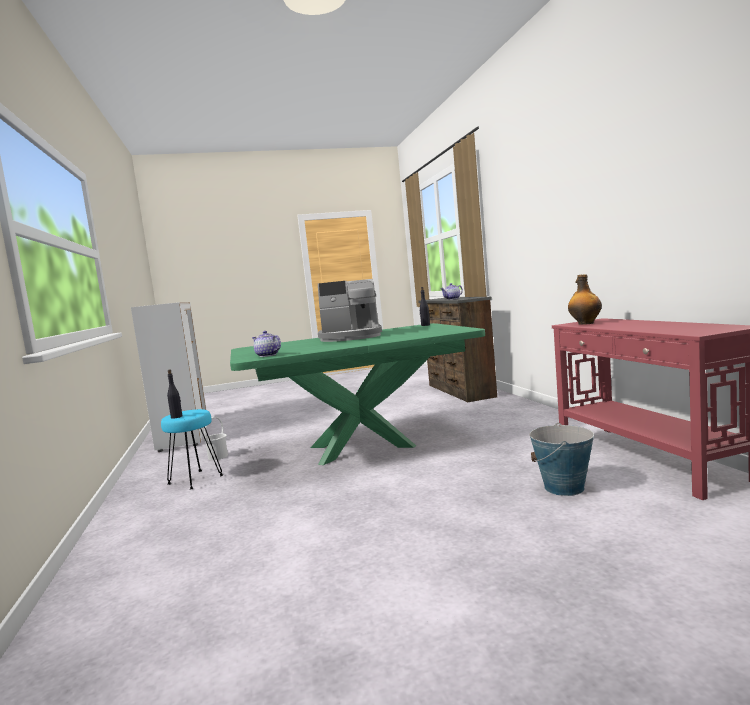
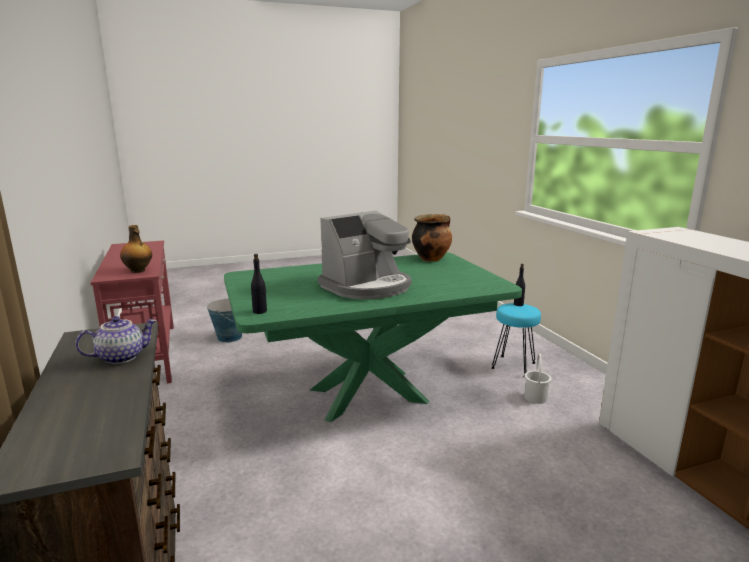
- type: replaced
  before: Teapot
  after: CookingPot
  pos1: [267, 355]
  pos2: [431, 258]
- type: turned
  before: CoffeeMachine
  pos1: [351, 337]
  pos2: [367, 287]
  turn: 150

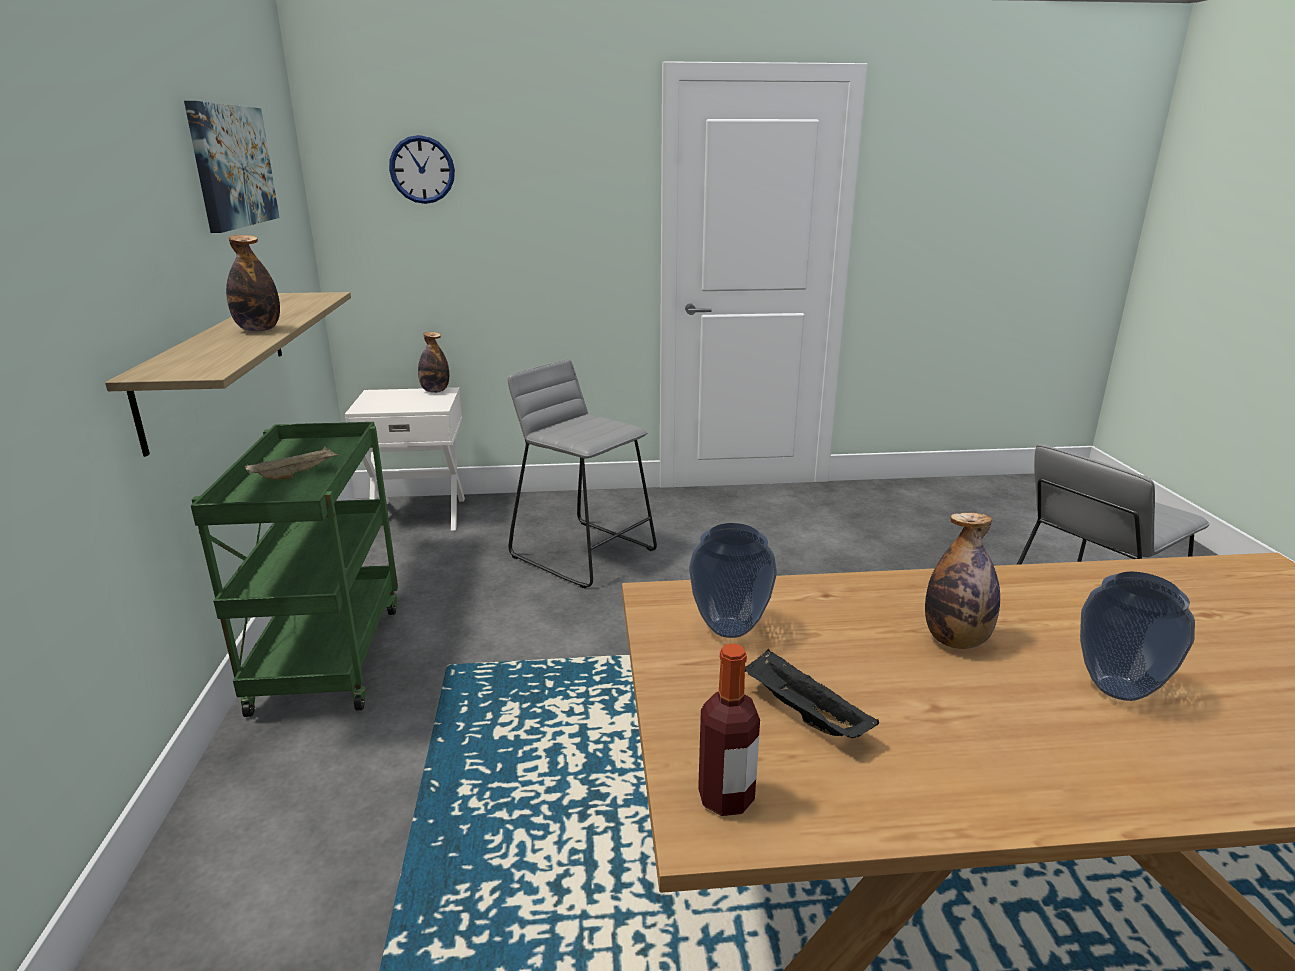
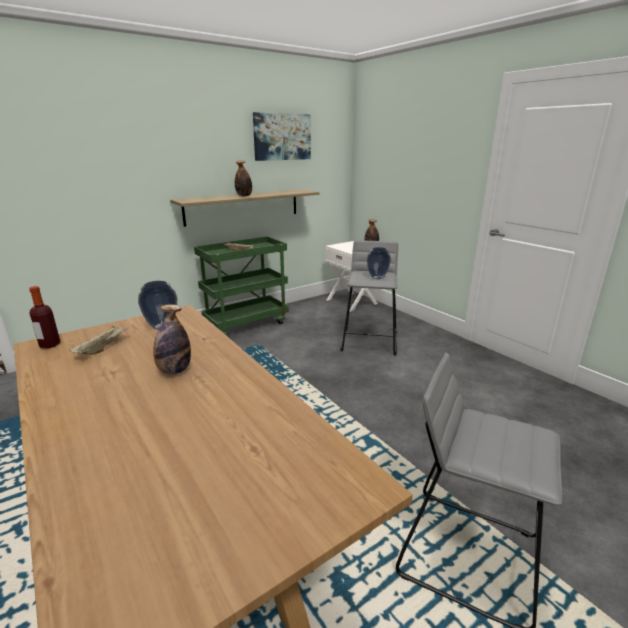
- type: removed
  before: WallClock
  pos1: [422, 169]
- type: moved
  before: Vase
  pos1: [1119, 689]
  pos2: [377, 278]
- type: recoloured
  before: BlackTray
  after: BeigeTray
  pos1: [802, 714]
  pos2: [102, 348]

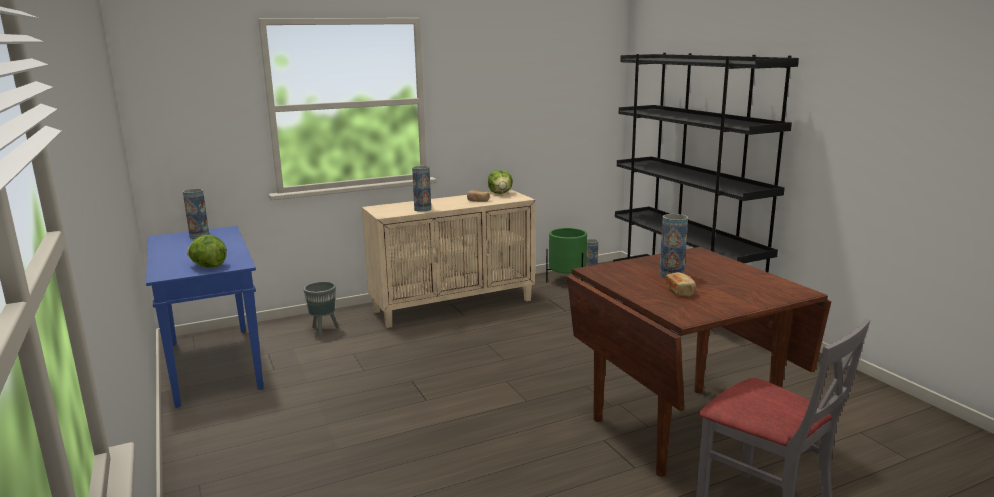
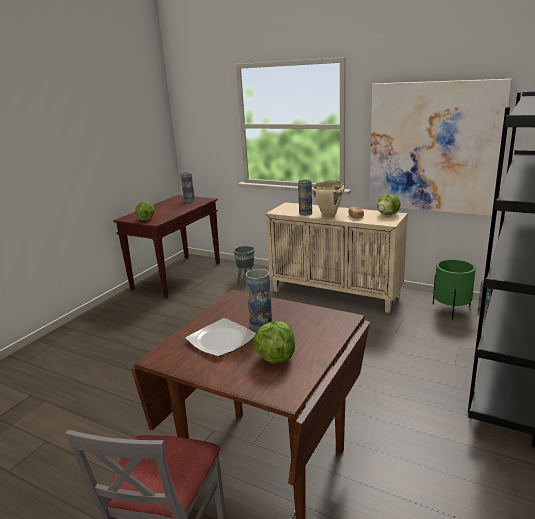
- type: added
  after: Lettuce
  pos2: [275, 357]
- type: added
  after: BeigeCookingPot
  pos2: [329, 216]
- type: added
  after: Picture
  pos2: [434, 147]
- type: replaced
  before: Bread
  after: Plate
  pos1: [681, 291]
  pos2: [221, 340]
- type: recoloured
  before: BlueConsoleTable
  after: BrownConsoleTable
  pos1: [213, 365]
  pos2: [177, 276]

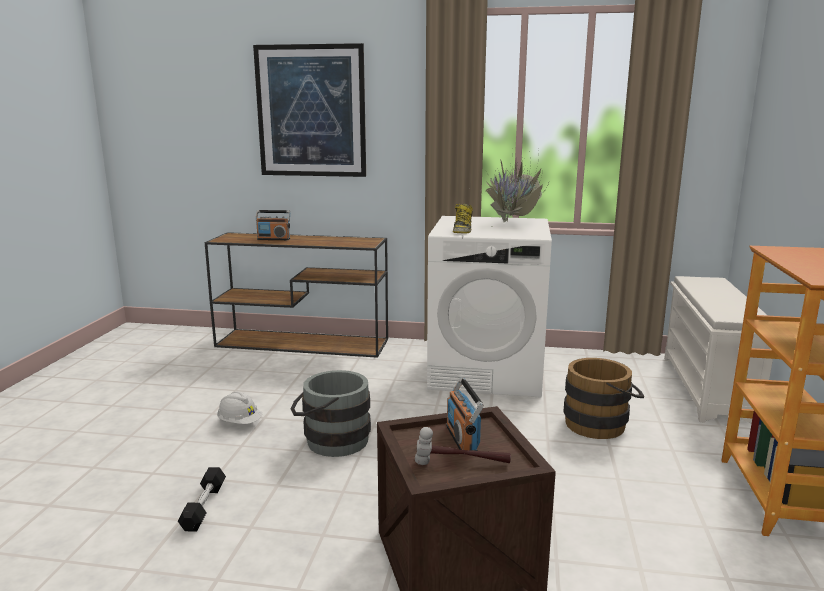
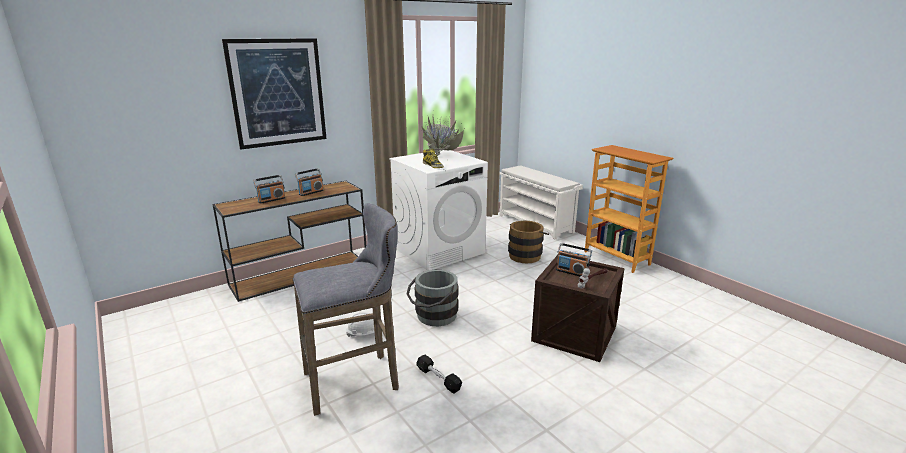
- type: added
  after: GreyStool
  pos2: [356, 380]
- type: added
  after: Radio
  pos2: [311, 192]

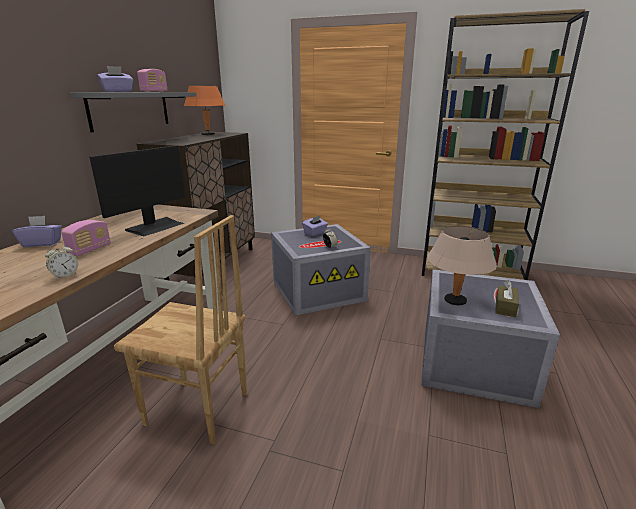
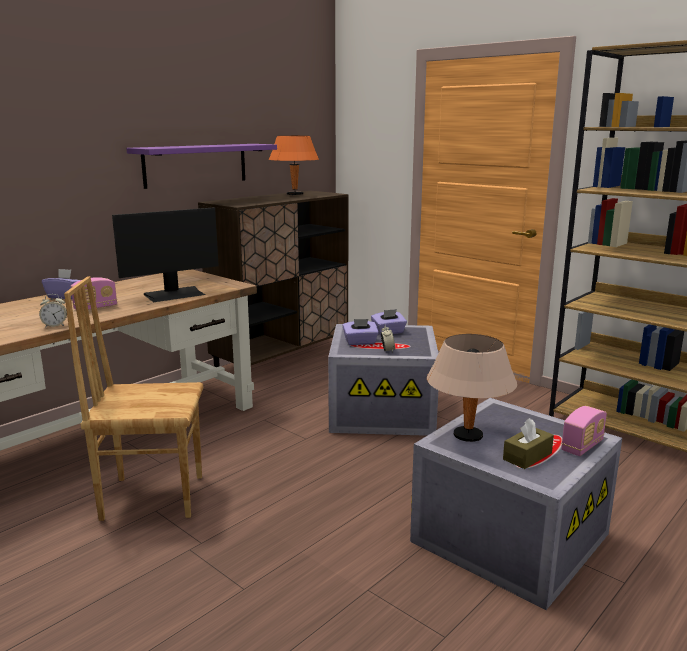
- type: moved
  before: PurpleTissueBox
  pos1: [118, 91]
  pos2: [360, 342]
- type: moved
  before: Radio
  pos1: [154, 91]
  pos2: [582, 446]
- type: recoloured
  before: GreyShelf
  after: PurpleShelf
  pos1: [130, 110]
  pos2: [196, 165]
- type: turned
  before: BrownChair
  pos1: [197, 410]
  pos2: [152, 496]
  turn: 135

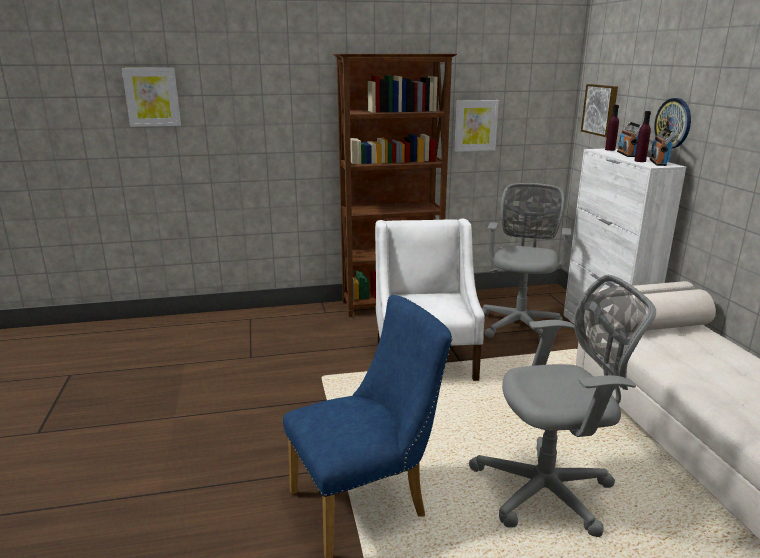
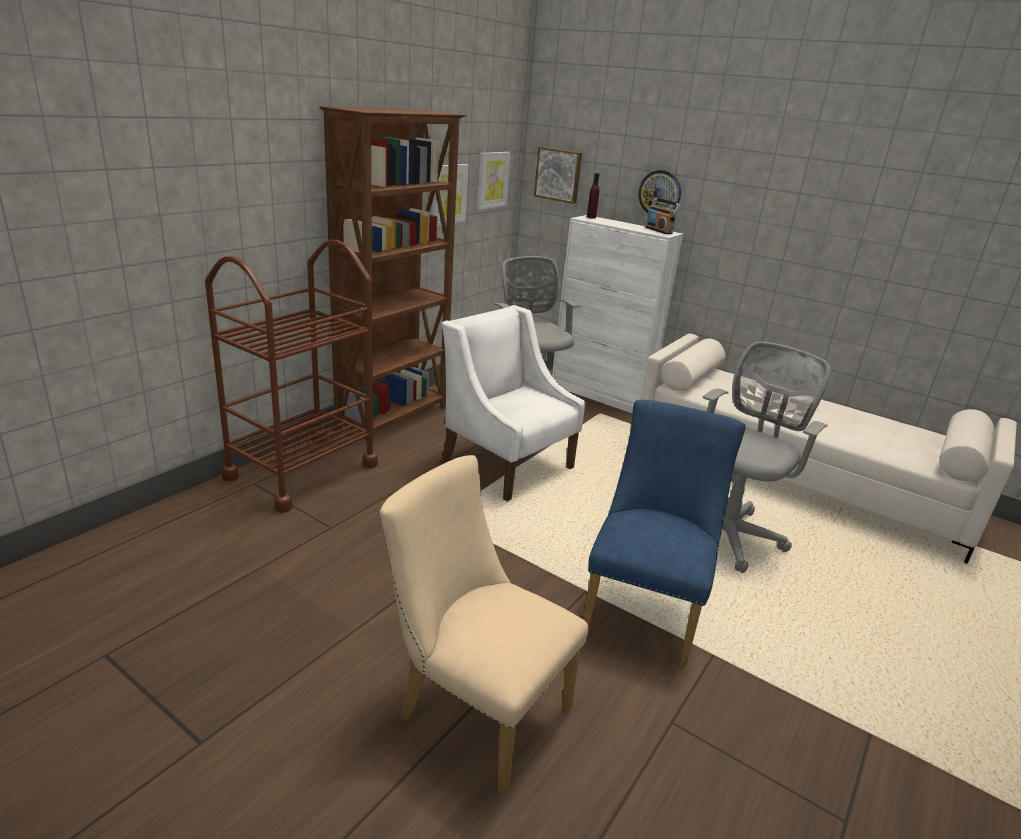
- type: removed
  before: Radio
  pos1: [627, 154]
- type: removed
  before: PurpleBottle
  pos1: [640, 161]
- type: added
  after: BrownCart
  pos2: [302, 471]
- type: added
  after: BeigeChair
  pos2: [475, 708]
- type: moved
  before: Picture
  pos1: [152, 97]
  pos2: [492, 180]

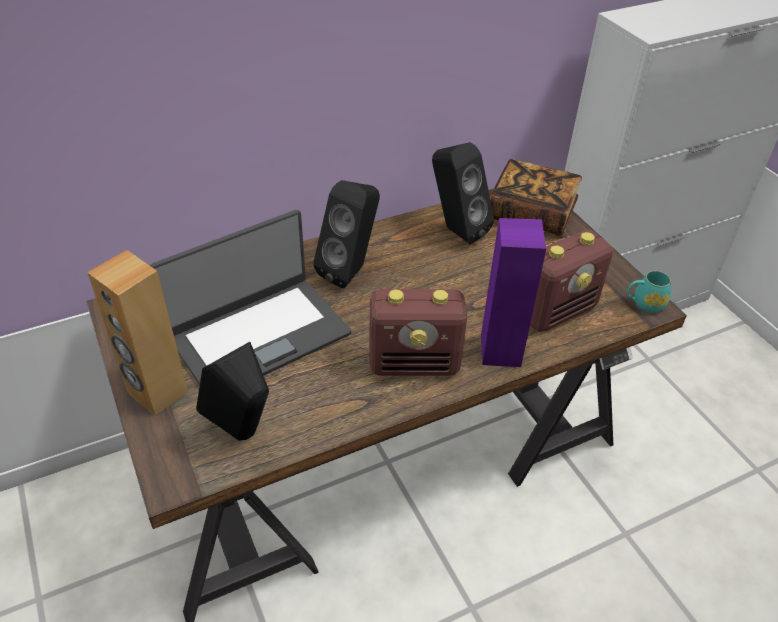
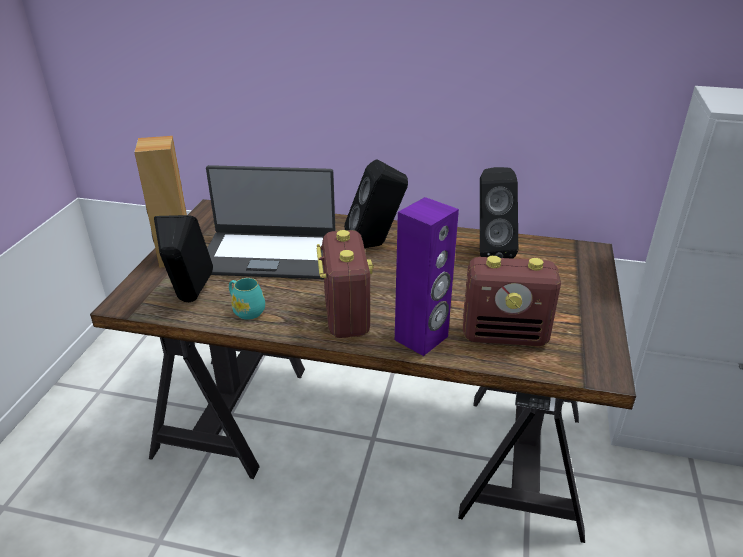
- type: removed
  before: Book
  pos1: [532, 213]
- type: moved
  before: TurquoiseMug
  pos1: [644, 304]
  pos2: [246, 310]
- type: turned
  before: Radio
  pos1: [415, 364]
  pos2: [346, 316]
  turn: -135

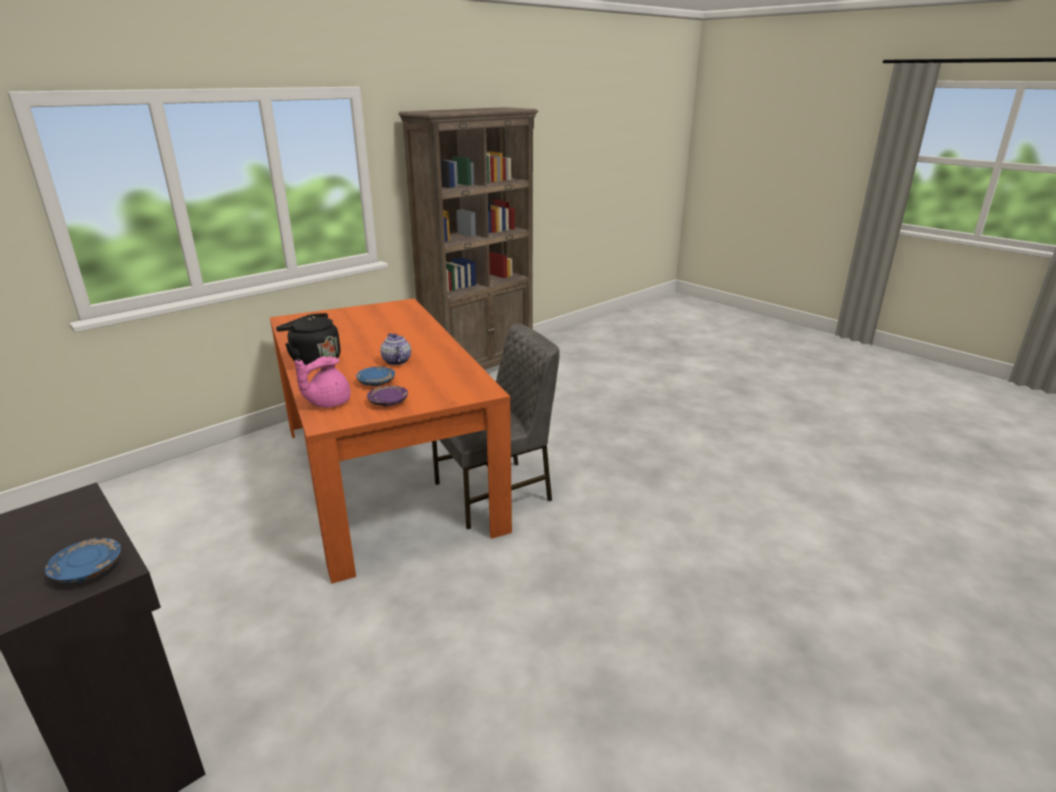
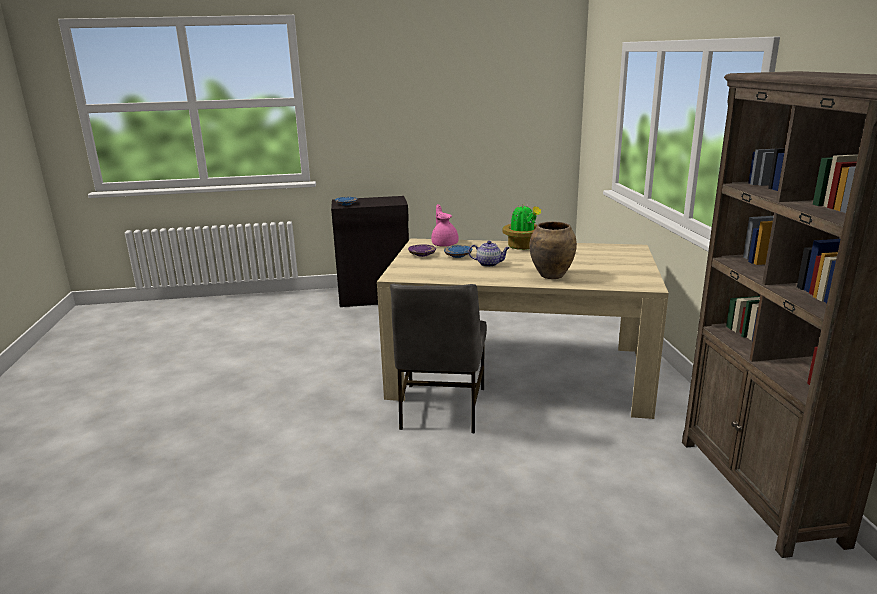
- type: added
  after: BrownVase
  pos2: [552, 276]
- type: replaced
  before: BlackKettle
  after: PottedPlant
  pos1: [313, 360]
  pos2: [522, 247]
- type: recoloured
  before: OrangeDiningTable
  after: BeigeDiningTable
  pos1: [386, 474]
  pos2: [519, 373]

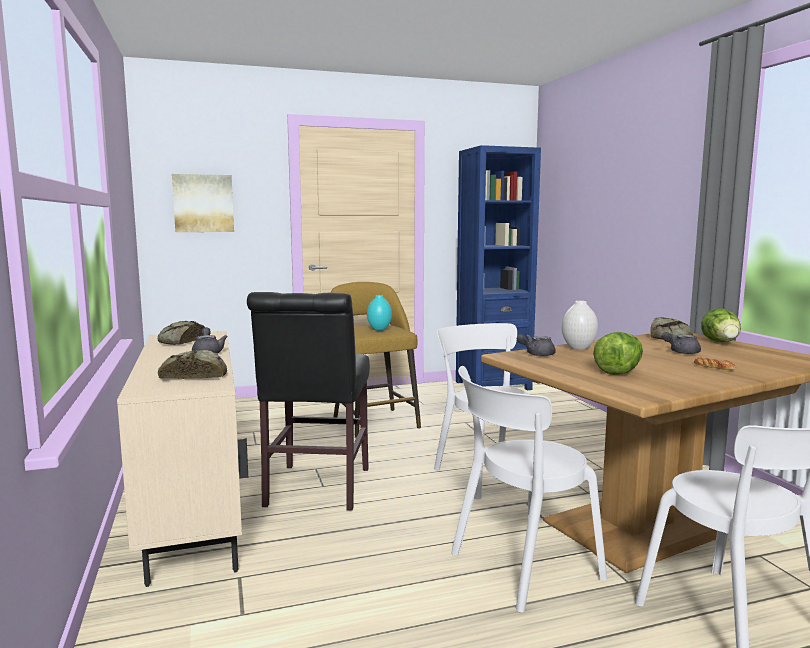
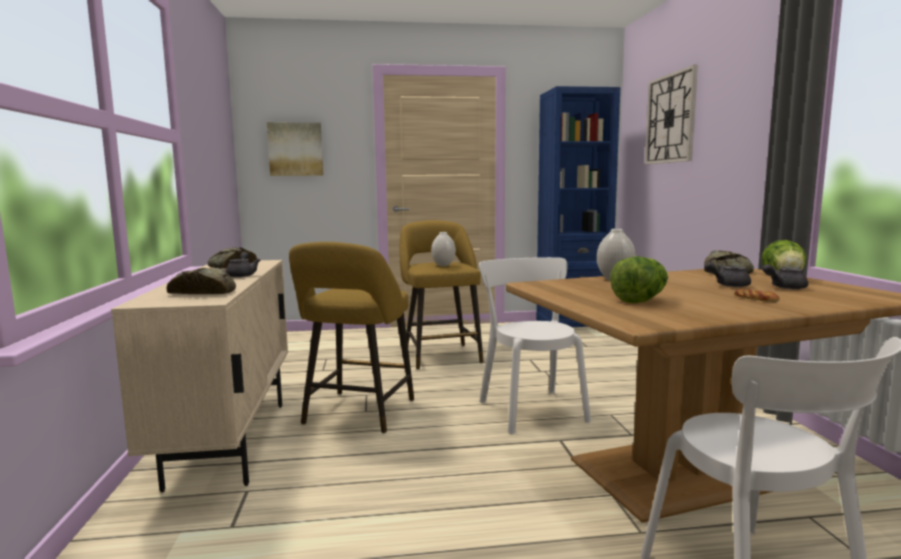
- type: removed
  before: WhiteChair
  pos1: [520, 567]
- type: added
  after: WallClock
  pos2: [670, 118]
- type: moved
  before: GreyTeapot
  pos1: [536, 354]
  pos2: [783, 287]
- type: replaced
  before: BlackChair
  after: YellowStool
  pos1: [316, 490]
  pos2: [357, 415]
- type: recoloured
  before: TurquoiseVase
  after: WhiteVase
  pos1: [379, 329]
  pos2: [443, 265]

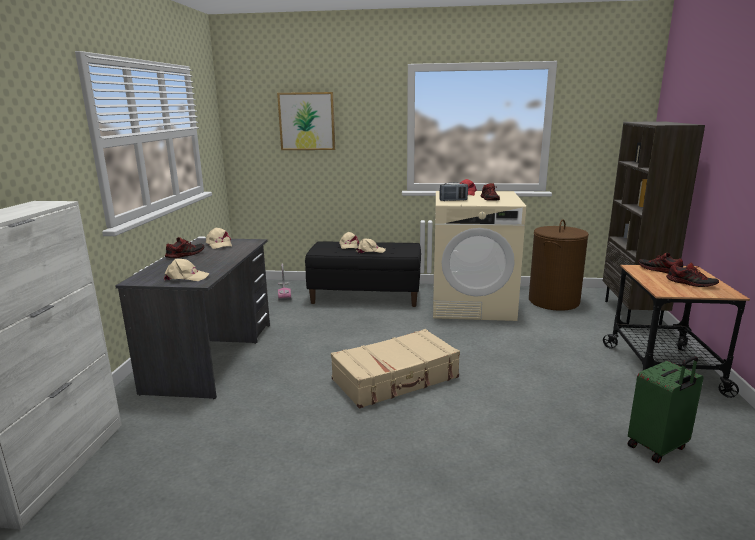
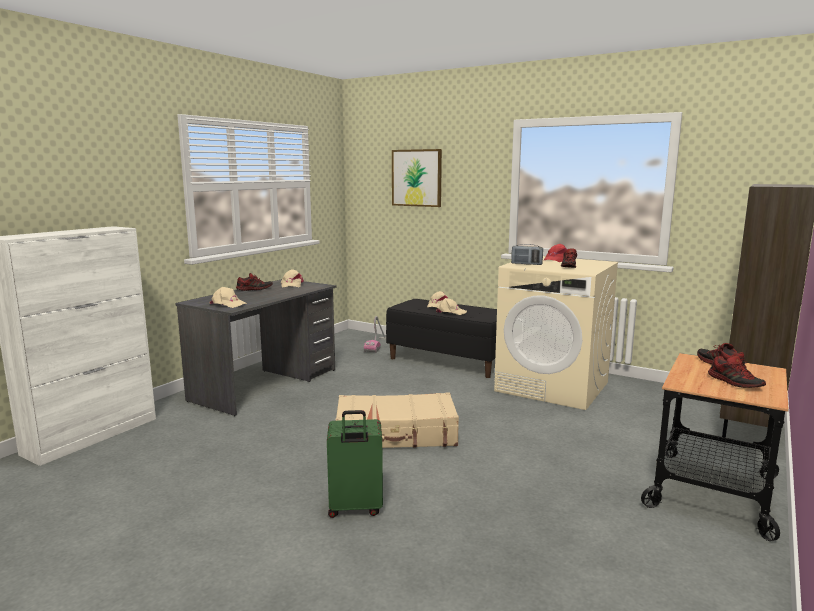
- type: removed
  before: BrownLaundryBasket
  pos1: [554, 301]
- type: moved
  before: GreenSuitcase
  pos1: [658, 447]
  pos2: [355, 508]

